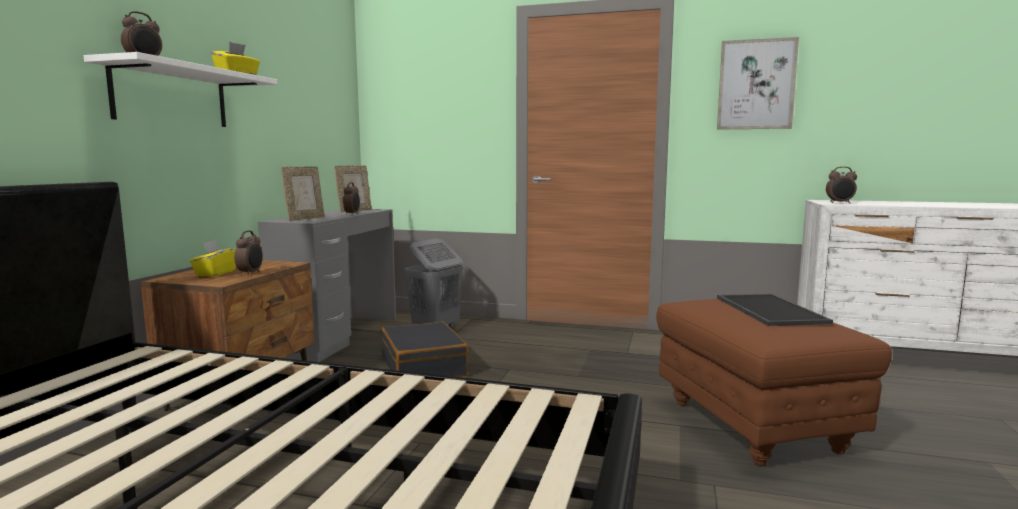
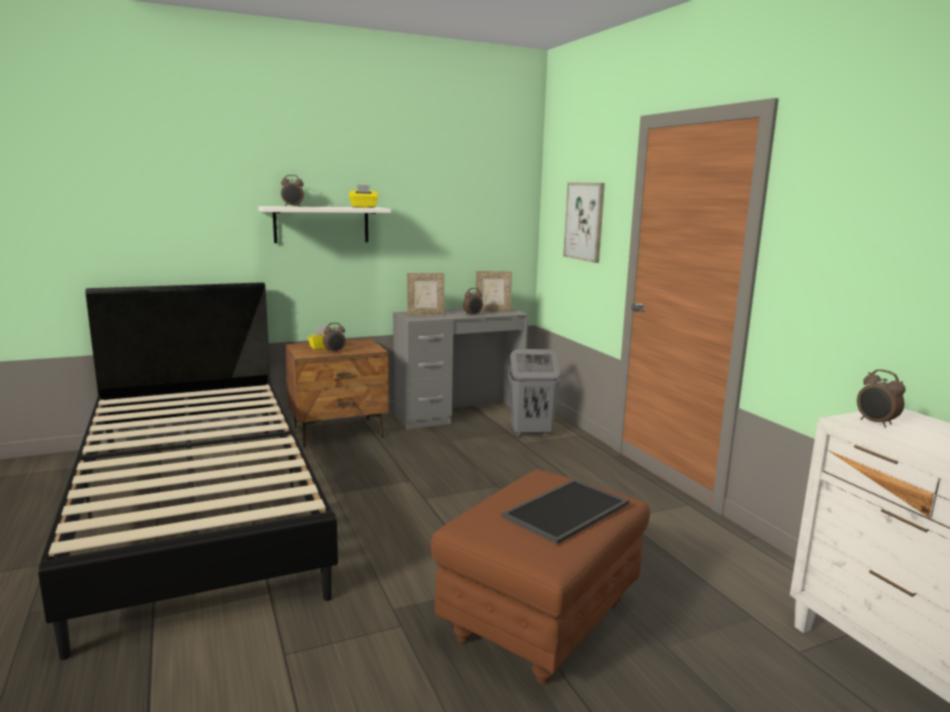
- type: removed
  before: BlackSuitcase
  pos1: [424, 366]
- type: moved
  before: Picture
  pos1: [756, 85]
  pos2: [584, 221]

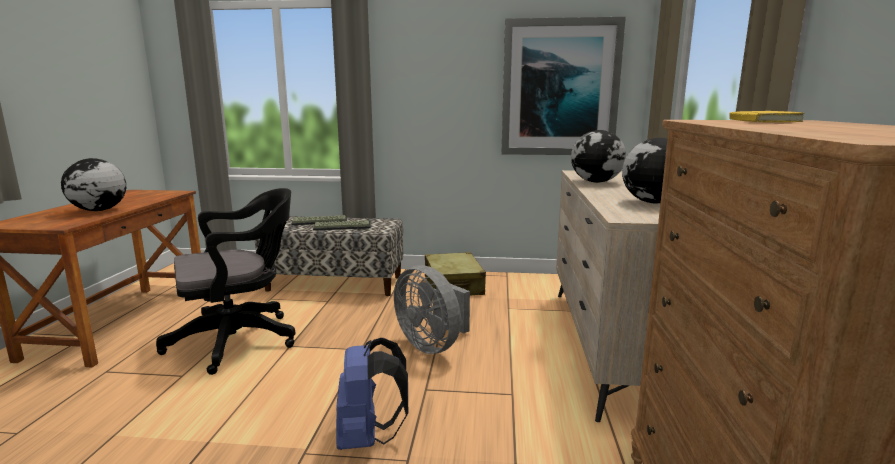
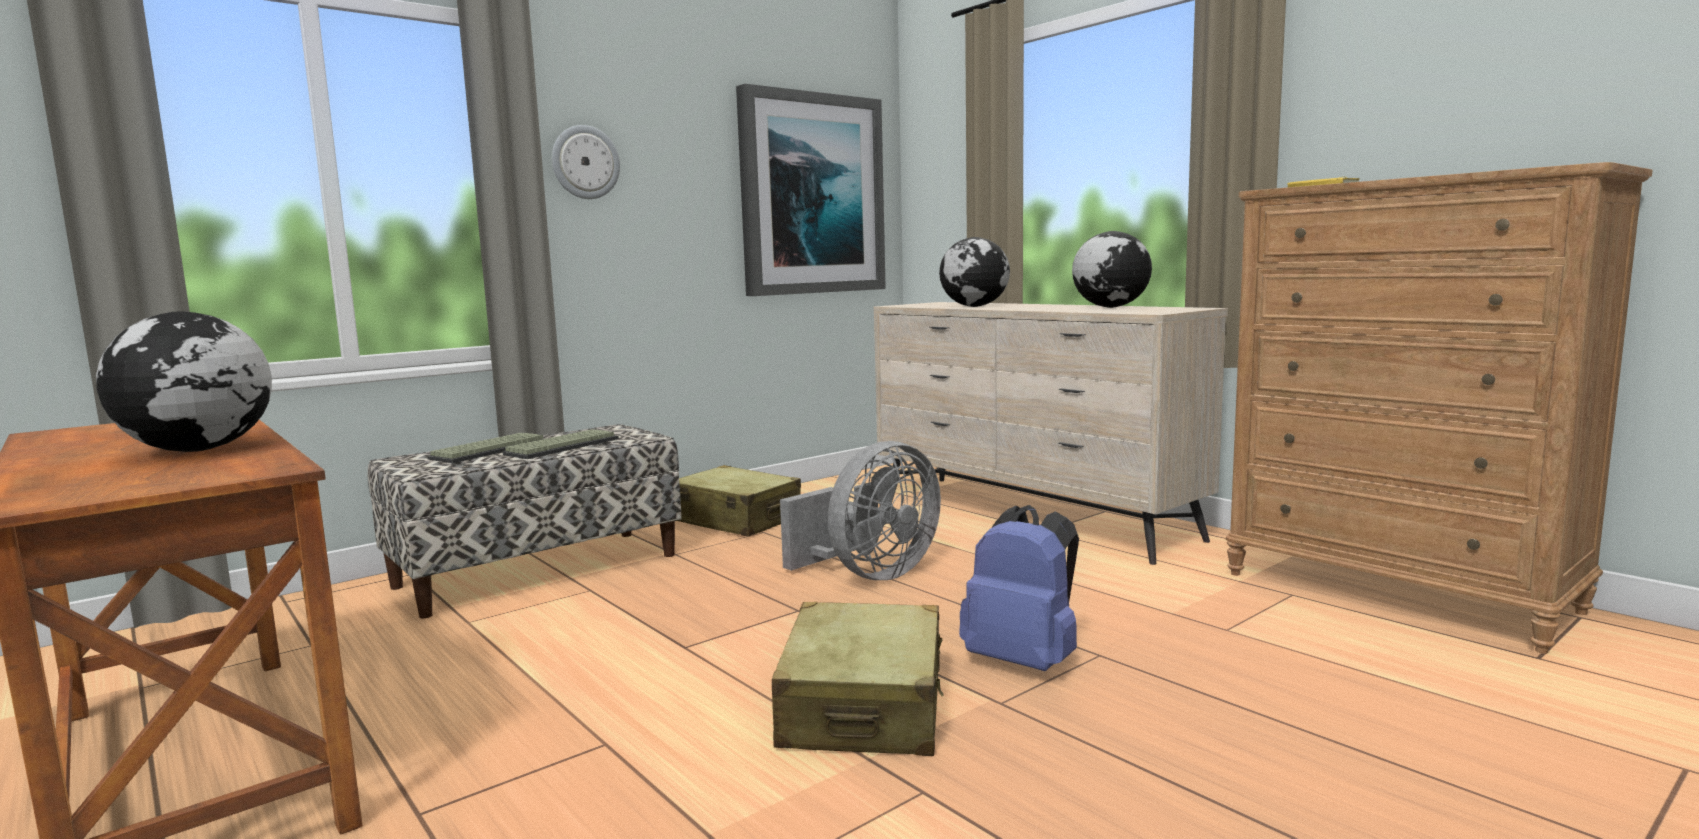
- type: removed
  before: BlackOfficeChair
  pos1: [240, 340]
- type: added
  after: WallClock
  pos2: [585, 162]
- type: added
  after: BeigeSuitcase
  pos2: [863, 707]
- type: turned
  before: GreyFan
  pos1: [432, 345]
  pos2: [871, 574]
  turn: -45

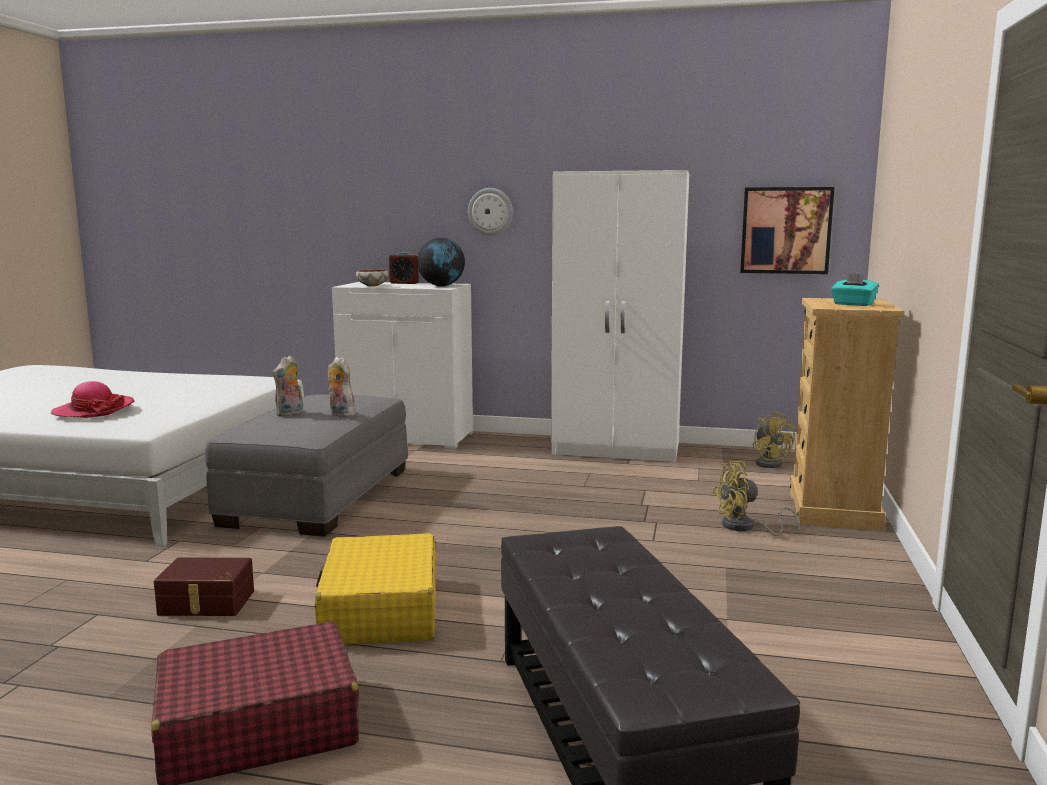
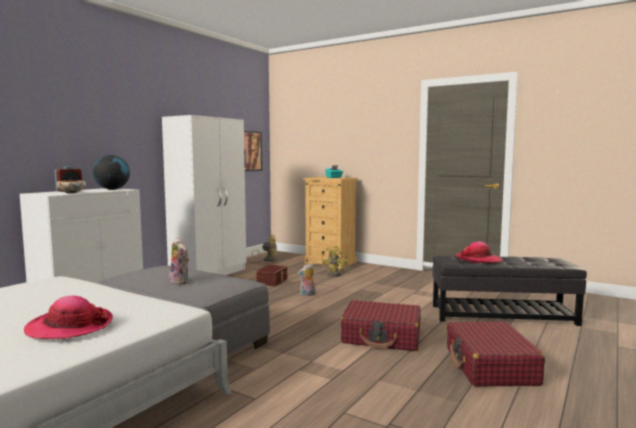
- type: removed
  before: WallClock
  pos1: [490, 211]
- type: added
  after: Hat
  pos2: [478, 259]
- type: moved
  before: BrownStorageBox
  pos1: [206, 603]
  pos2: [273, 281]
- type: moved
  before: PlushToy
  pos1: [340, 414]
  pos2: [307, 295]
- type: recoloured
  before: YellowSuitcase
  after: RedSuitcase
  pos1: [380, 610]
  pos2: [382, 337]

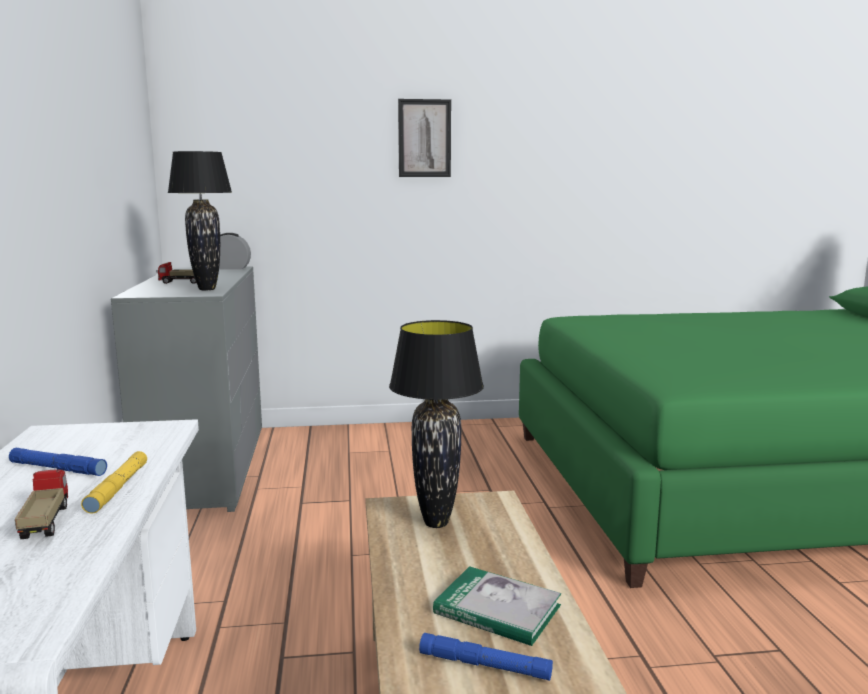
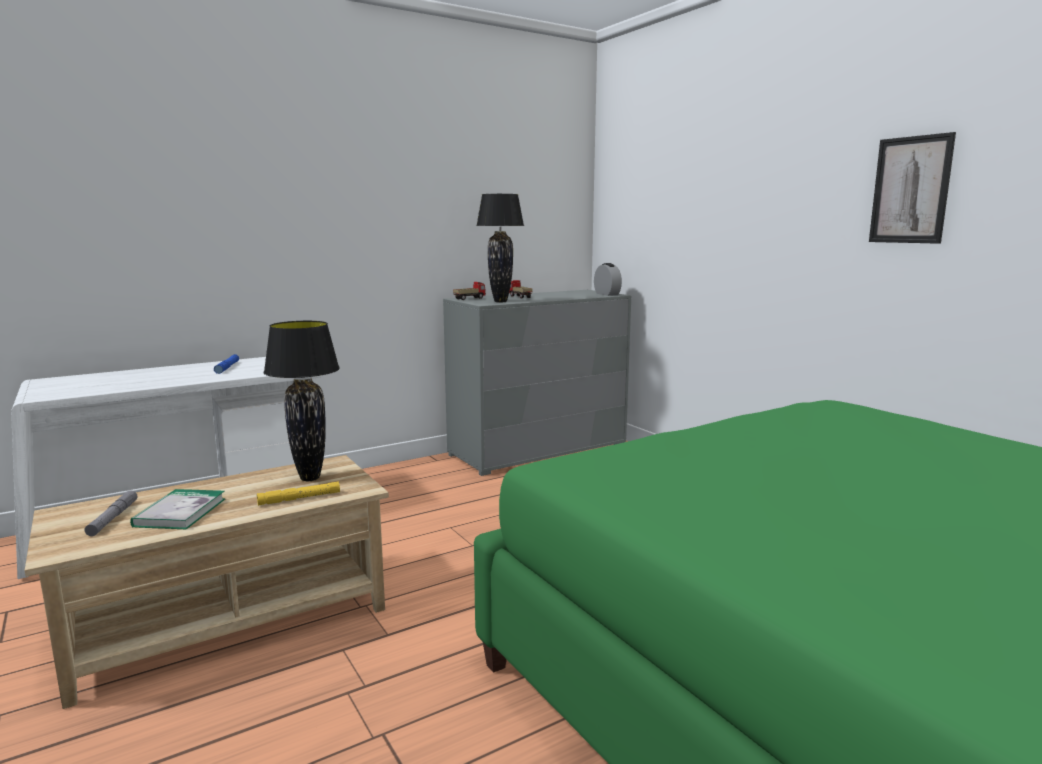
- type: moved
  before: ToyTruck
  pos1: [45, 522]
  pos2: [469, 298]
- type: moved
  before: YellowFlashlight
  pos1: [118, 488]
  pos2: [299, 498]
- type: moved
  before: Picture
  pos1: [424, 138]
  pos2: [910, 190]
- type: recoloured
  before: BlueFlashlight
  after: GreyFlashlight
  pos1: [484, 665]
  pos2: [113, 518]

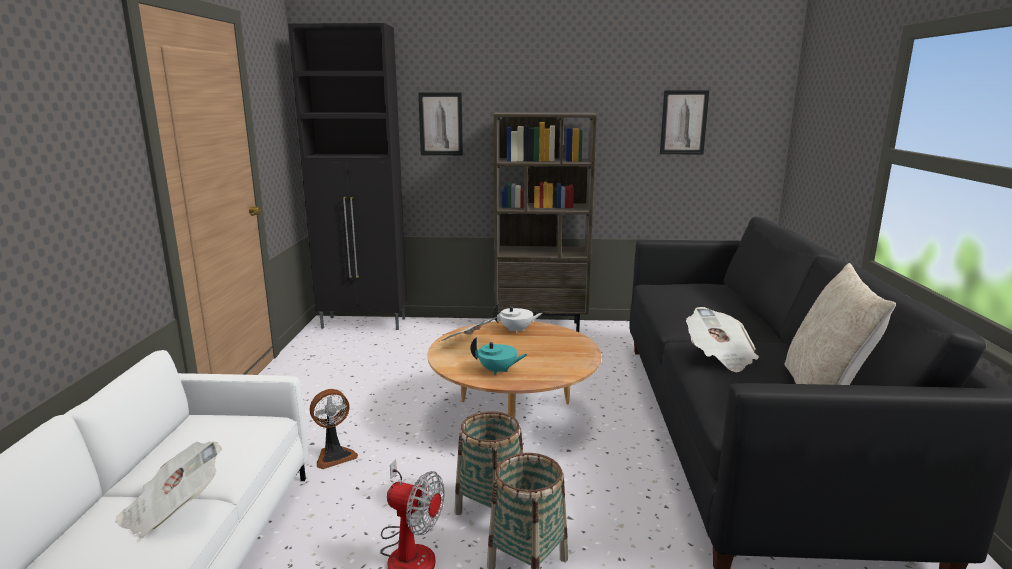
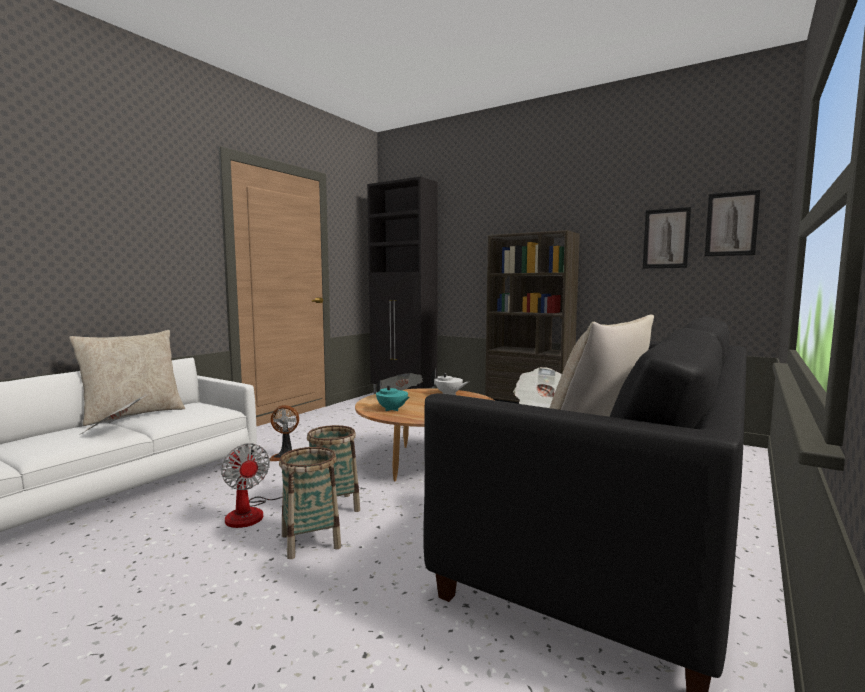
- type: added
  after: BeigePillow
  pos2: [133, 414]
- type: moved
  before: Picture
  pos1: [441, 124]
  pos2: [731, 224]

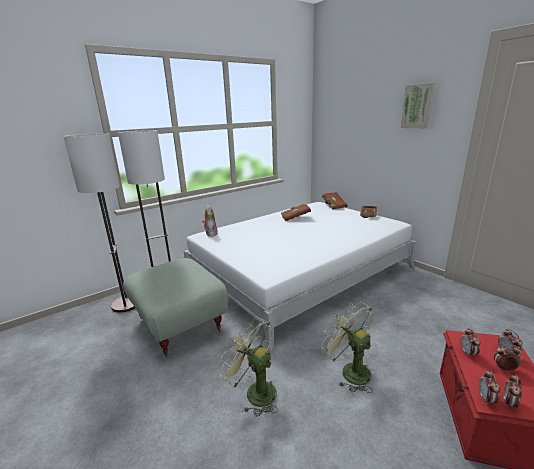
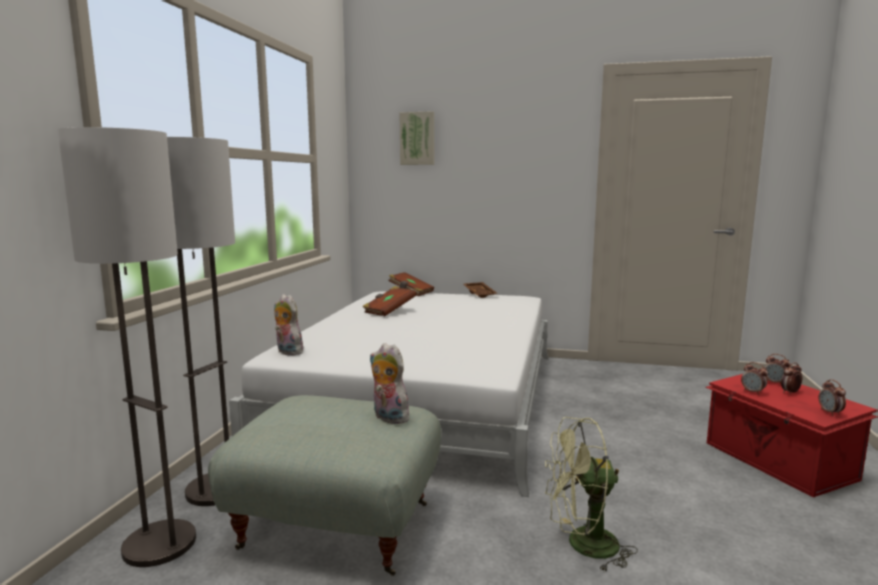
- type: removed
  before: GreenFan
  pos1: [349, 371]
- type: removed
  before: AlarmClock
  pos1: [486, 399]
- type: added
  after: PlushToy
  pos2: [388, 418]
- type: moved
  before: Picture
  pos1: [418, 106]
  pos2: [417, 138]

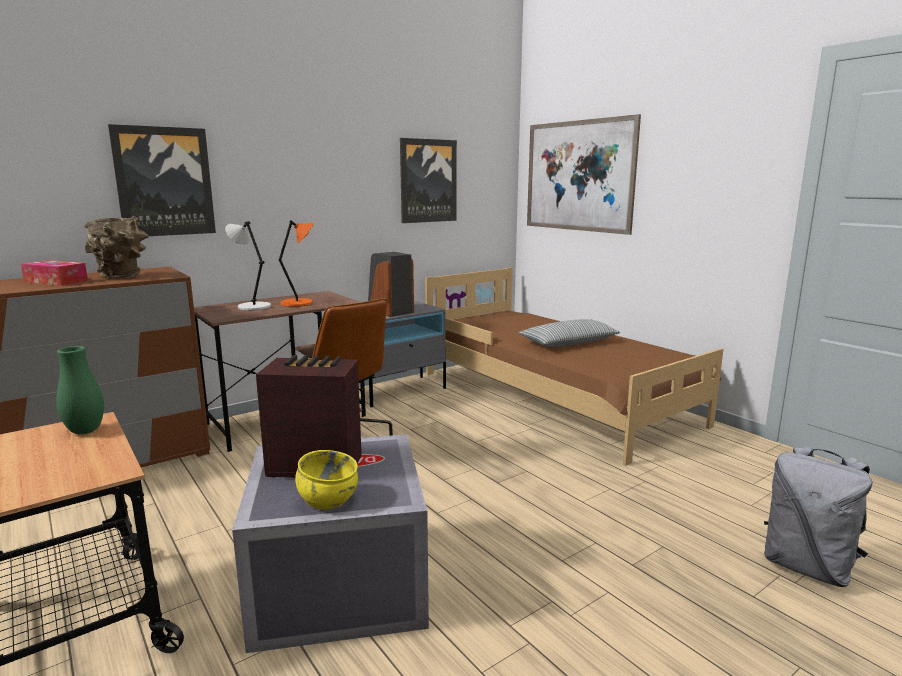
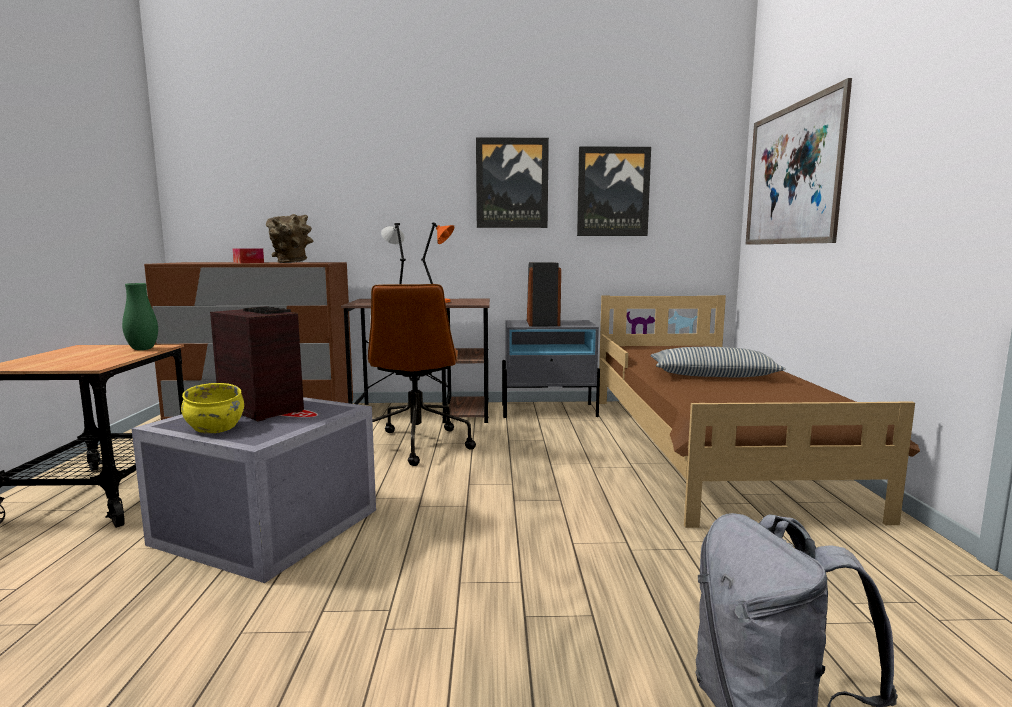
- type: moved
  before: Picture
  pos1: [164, 182]
  pos2: [512, 183]

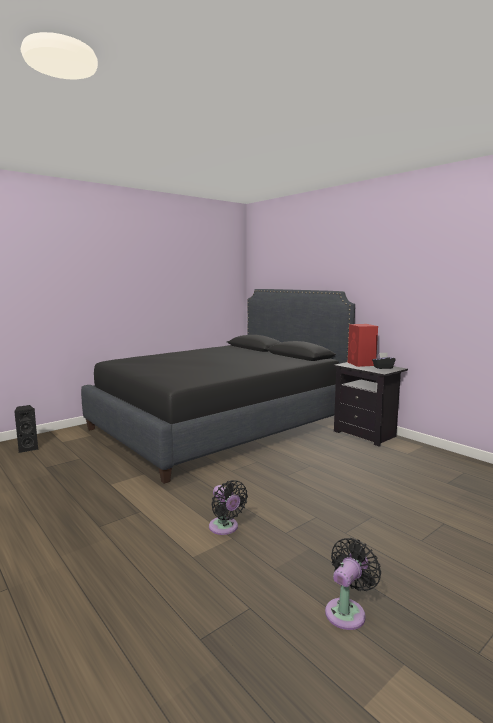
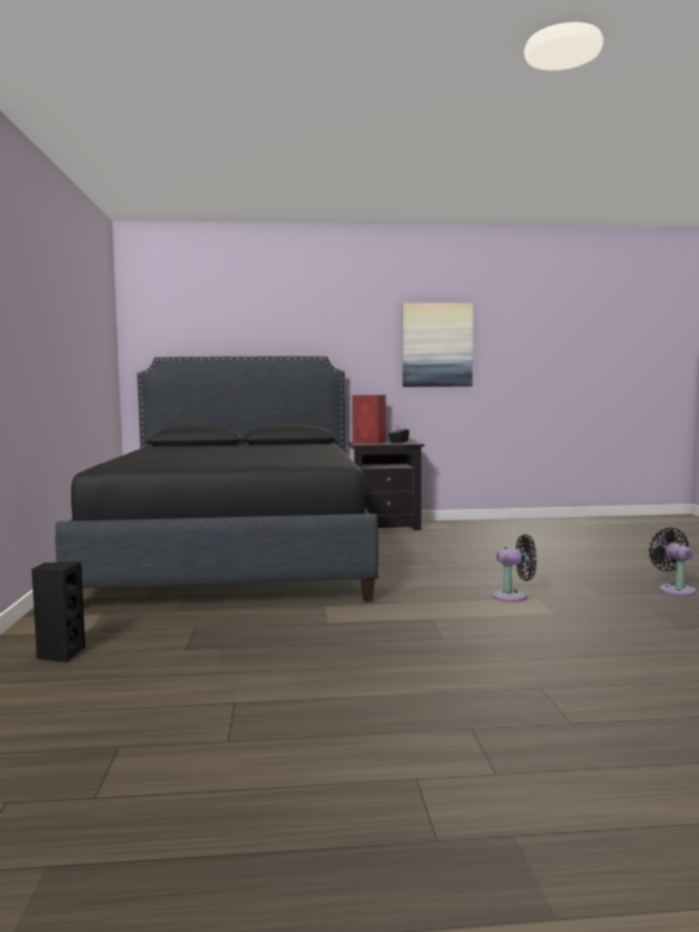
- type: added
  after: Picture
  pos2: [437, 345]

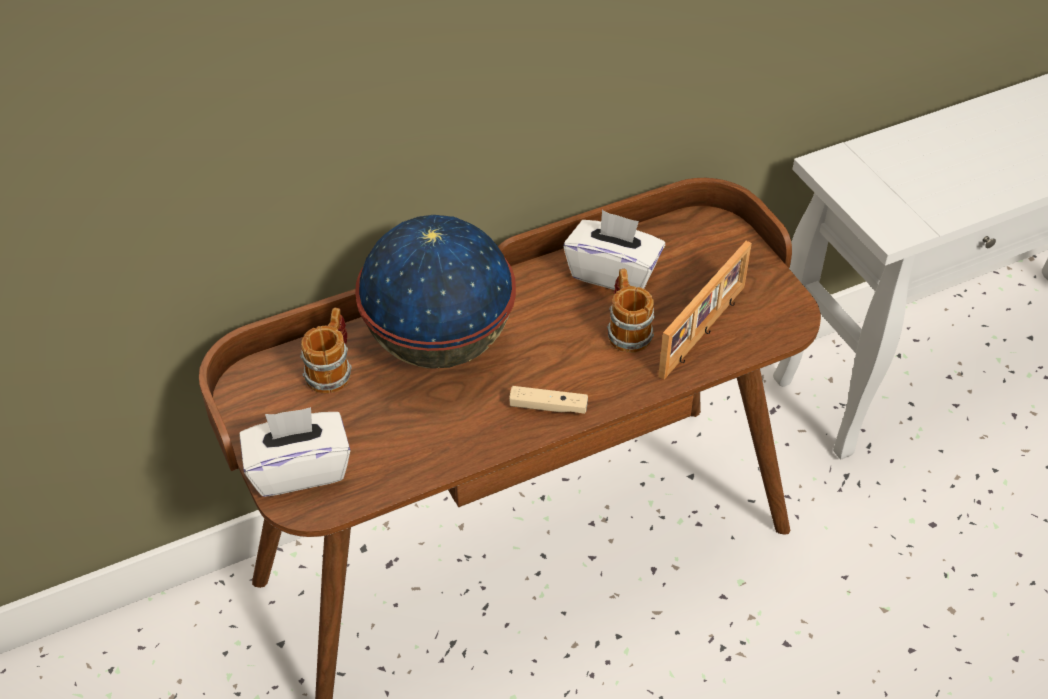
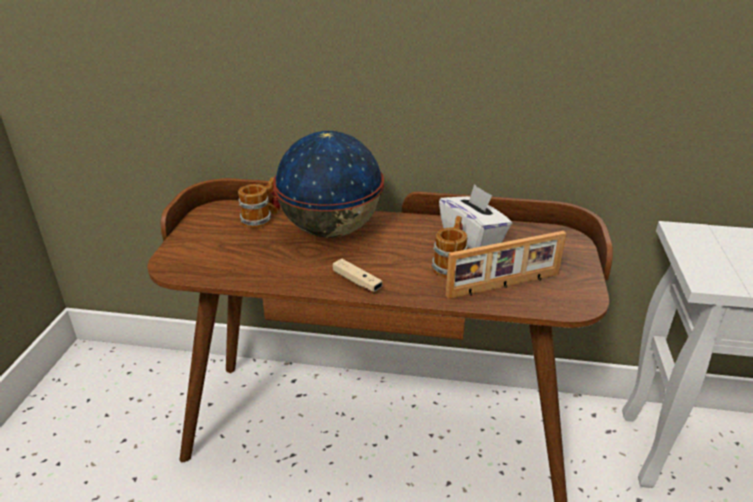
- type: removed
  before: WhiteTissueBox
  pos1: [299, 469]

